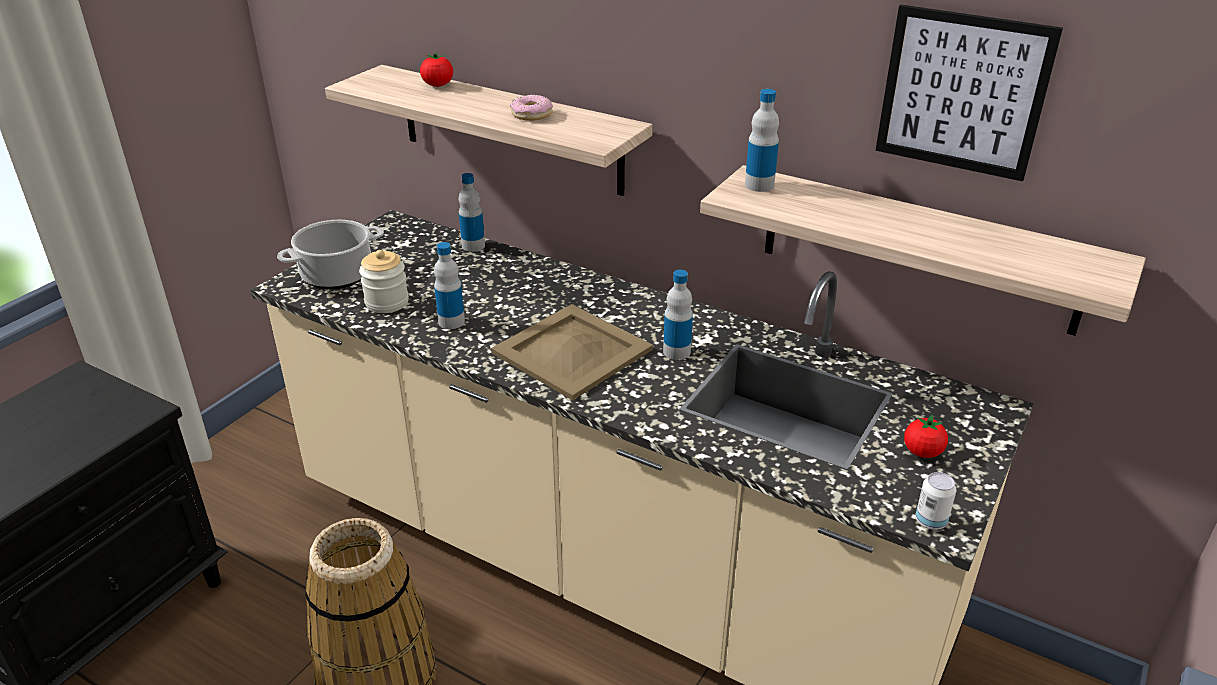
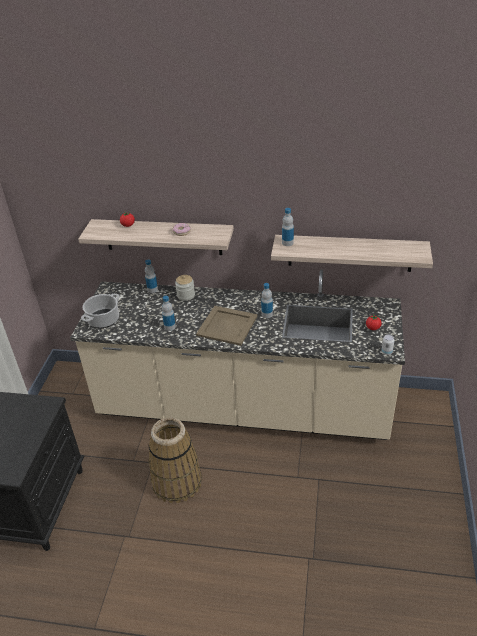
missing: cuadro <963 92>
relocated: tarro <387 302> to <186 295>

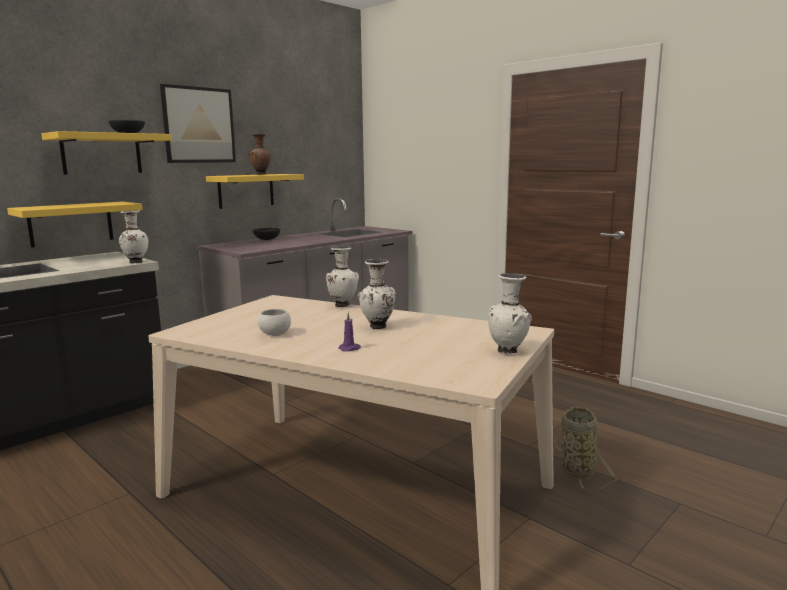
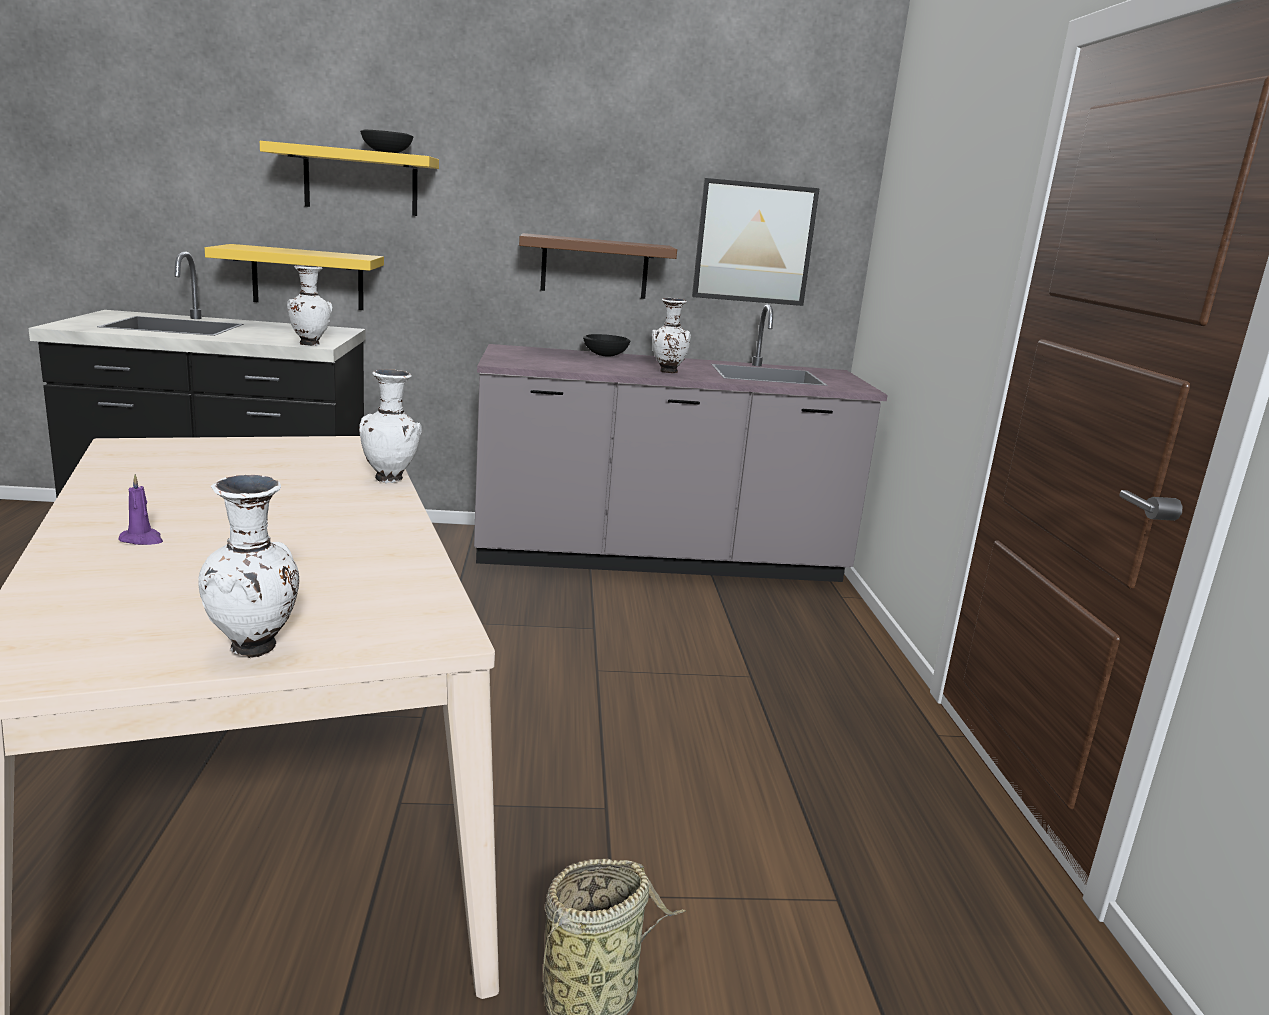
missing: florero [marrón] <261 174>; cuenco [blanco] <275 334>
relocated: florero [blanco] <377 327> to <667 372>; cuadro <199 125> to <754 243>
colour: estante [amarillo] <246 191> to estante [marrón] <594 267>

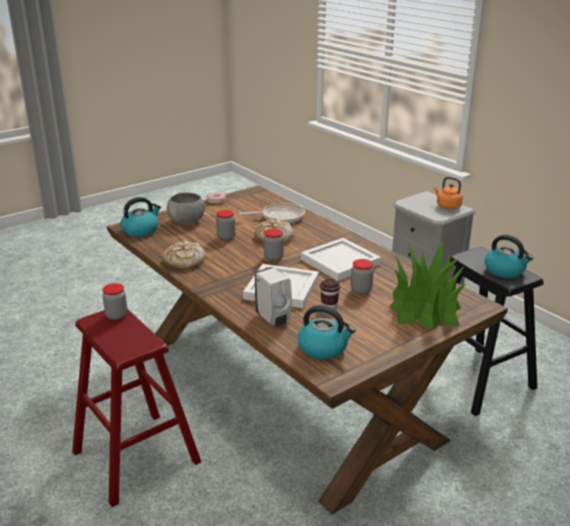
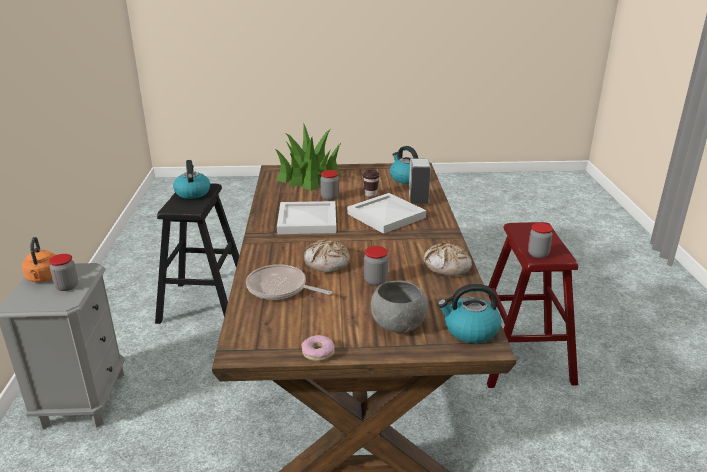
relocated: tarro <273 257> to <67 286>

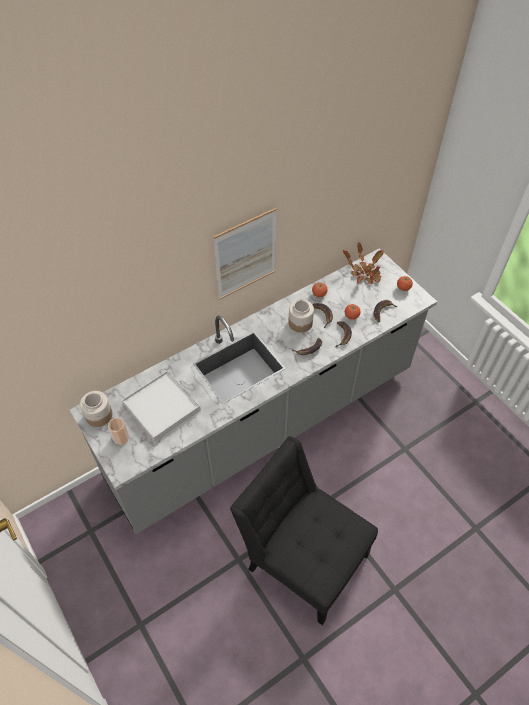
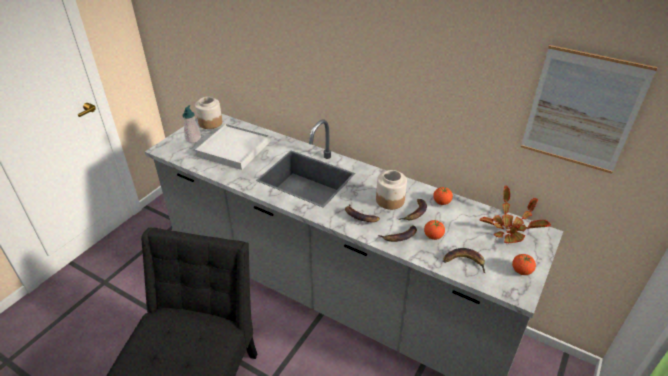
relocated: cuadro <246 255> to <581 111>
exchanged: taza <121 437> to dispensador de jabón <193 139>

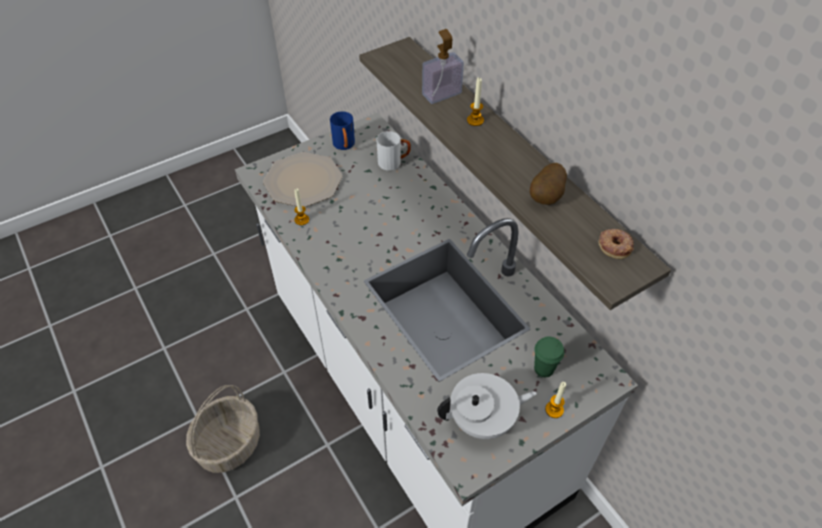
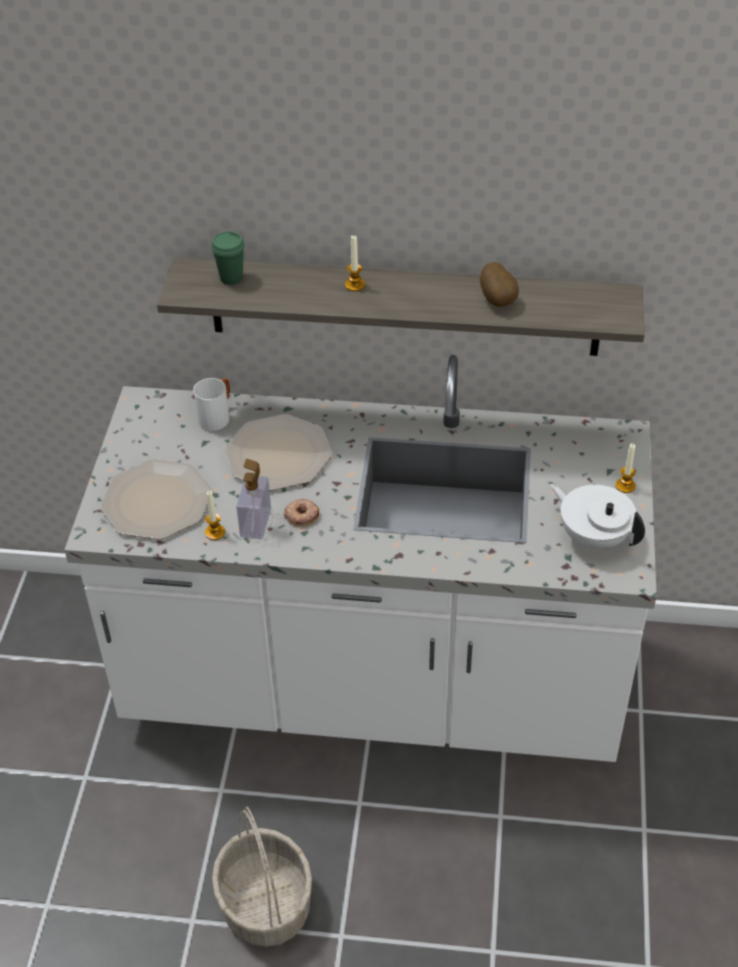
missing: taza grande [azul] <344 146>
appeared: plato <277 454>
relocated: taza [verde] <544 369> to <231 278>; dispensador de jabón <441 94> to <255 523>; rosquilla <615 245> to <301 515>
spun: tetera [blanco] <483 420> = <593 537> 75 degrees counterclockwise

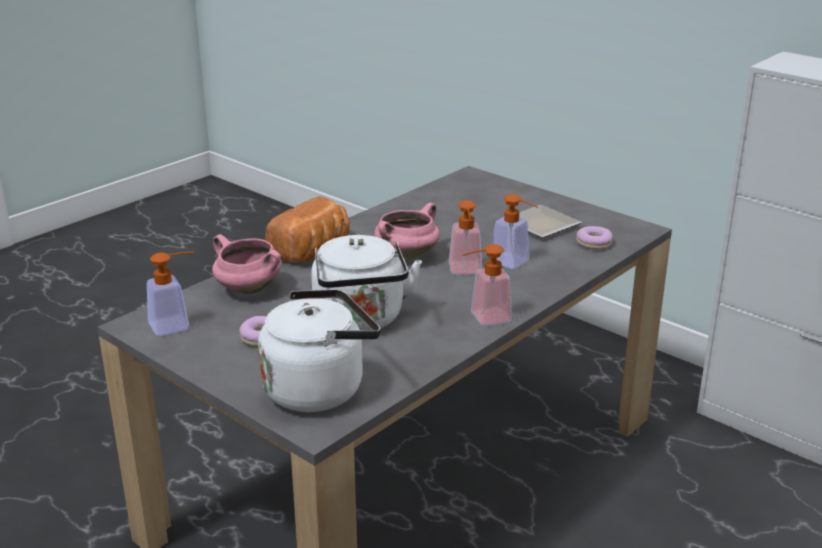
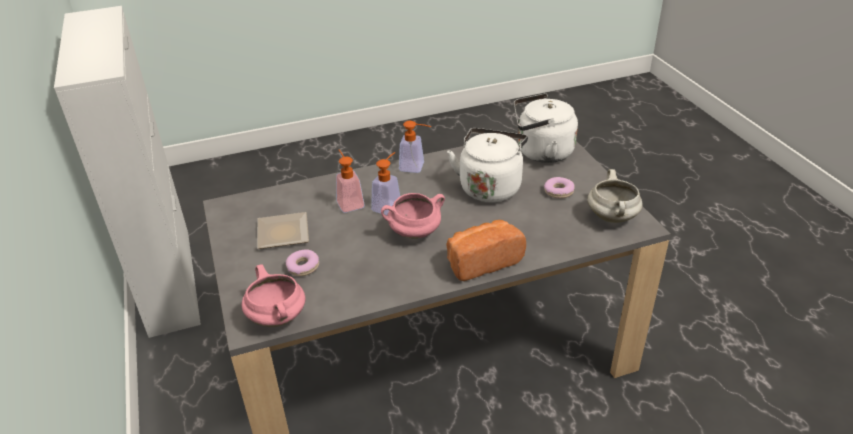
relocated: olla [rosa] <247 289> to <278 318>; rosquilla <594 243> to <303 267>
exchanged: dispensador de jabón <176 325> to olla [blanco] <613 218>

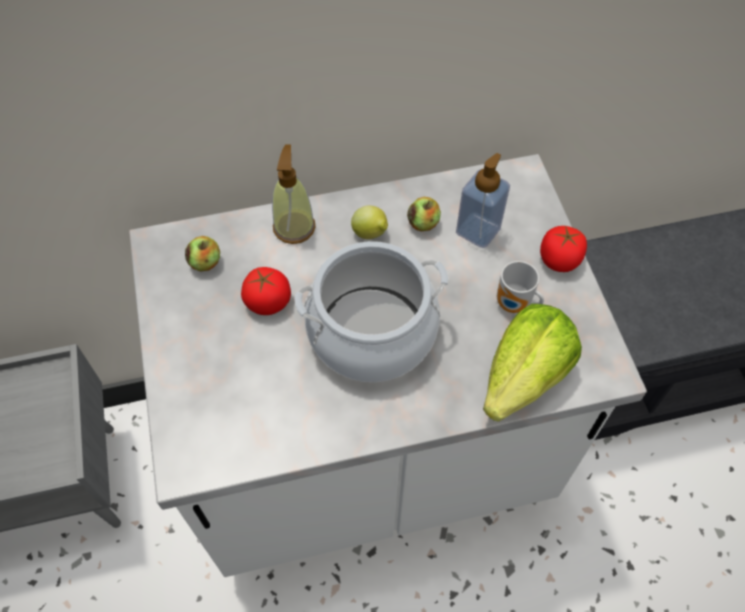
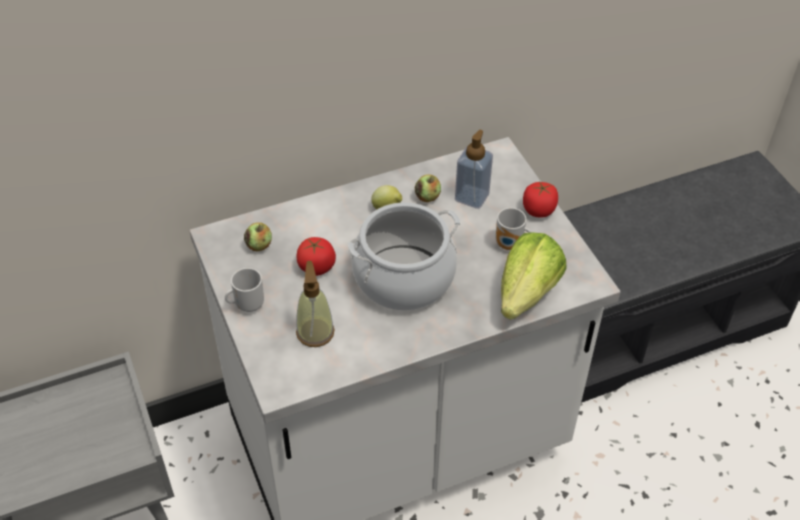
appeared: taza grande <247 304>
relocated: dispensador de jabón <294 227> to <315 332>

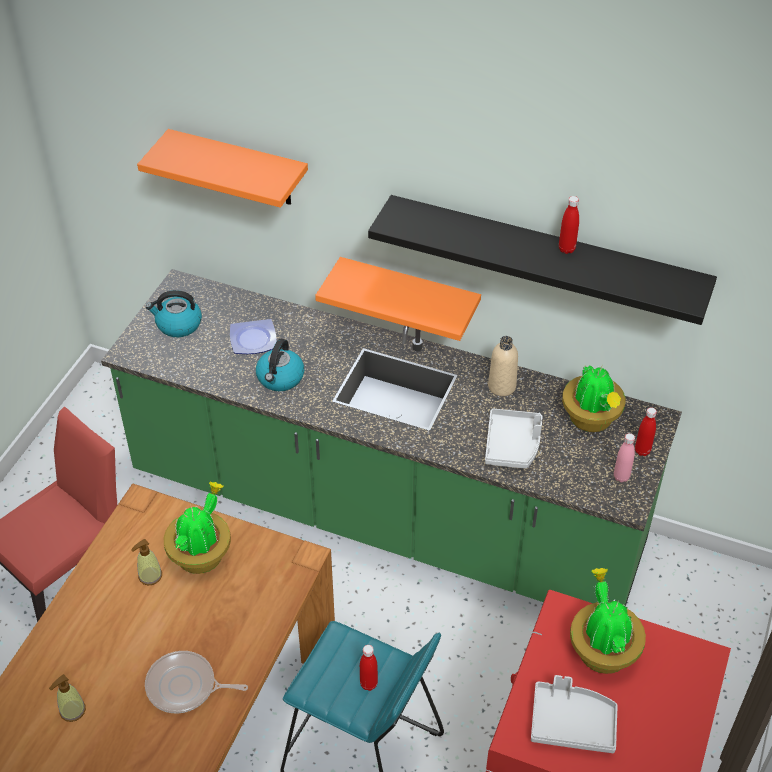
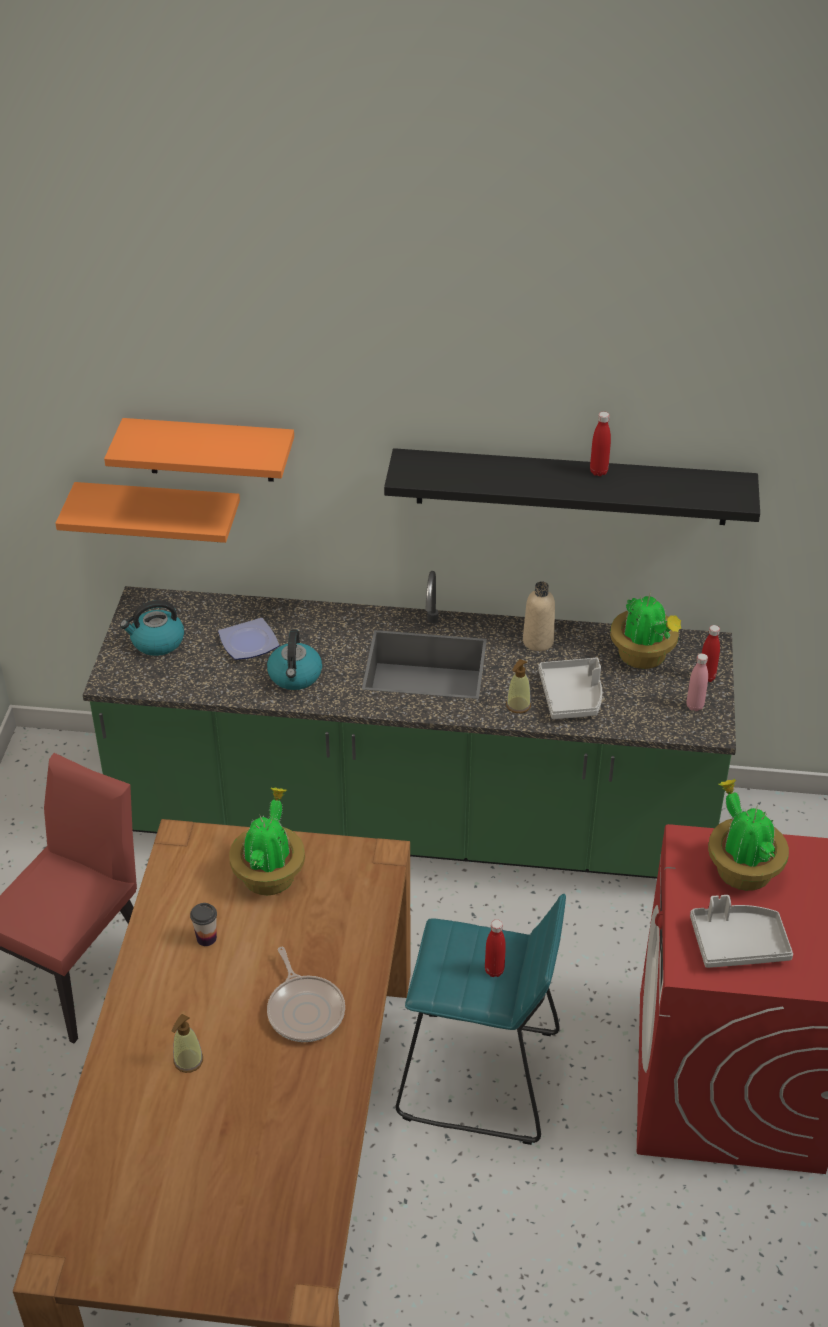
appeared: taza <206 938>
relocated: estante [naranja] <409 295> to <159 512>; dispensador de jabón <150 576> to <518 705>
spun: sartén <185 687> = <305 1009> 105 degrees counterclockwise

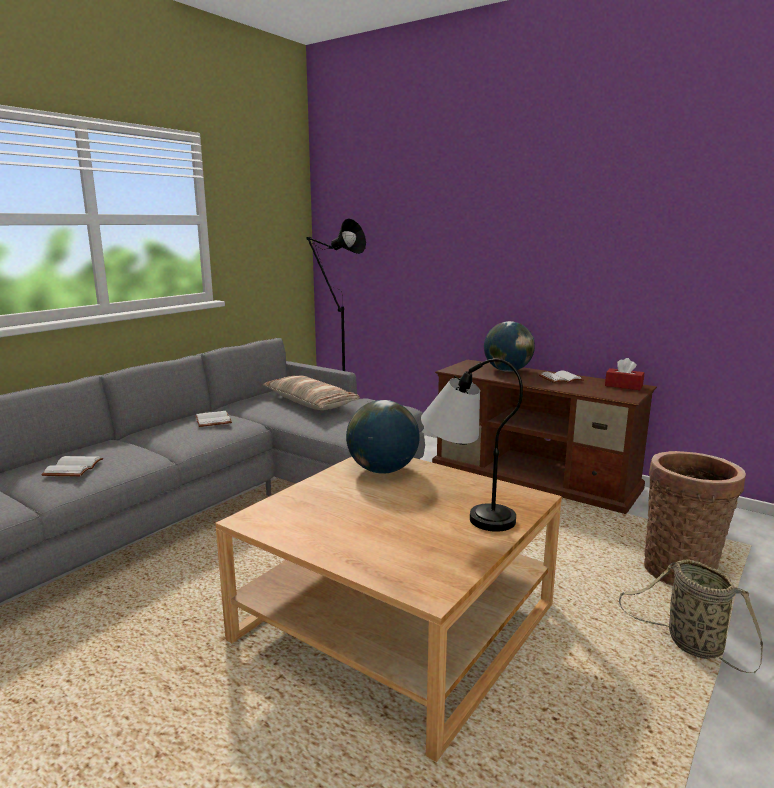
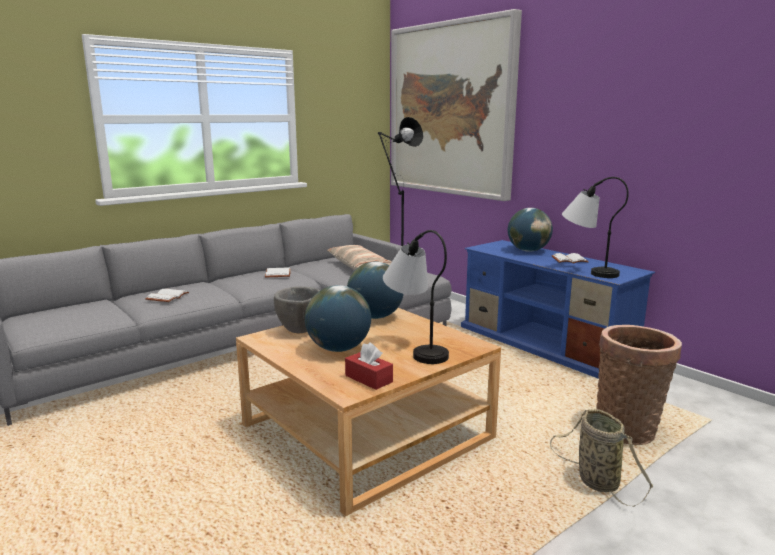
appeared: cuenco [gris] <299 331>; globo terráqueo <339 349>; cuadro <450 109>; lámpara de mesa <586 271>
relocated: caja de pañuelos [rojo] <623 386> to <368 379>
colour: mueble de televisión [marrón] <535 476> to mueble de televisión [azul] <546 345>

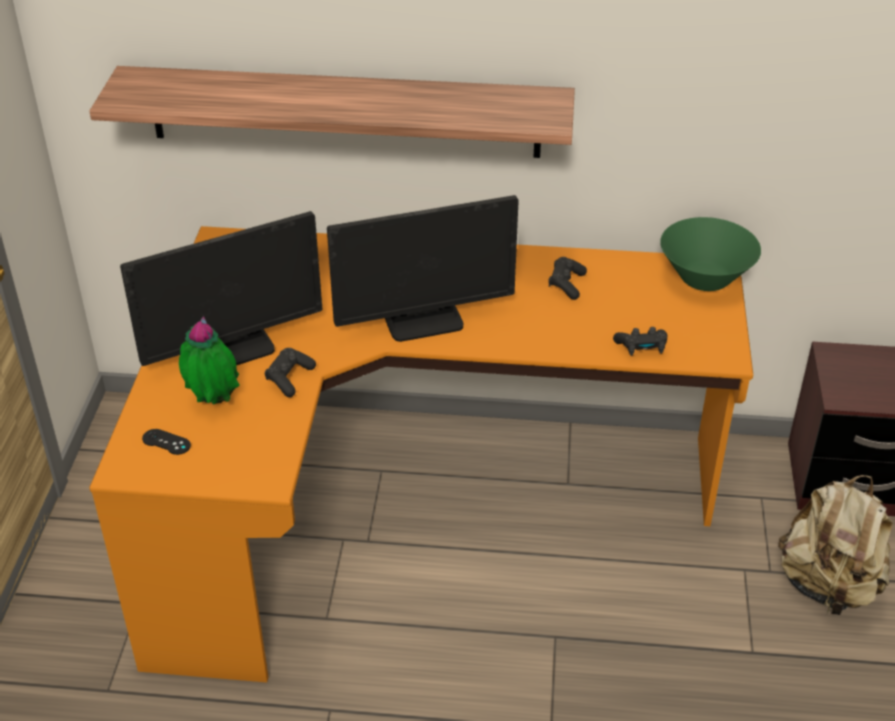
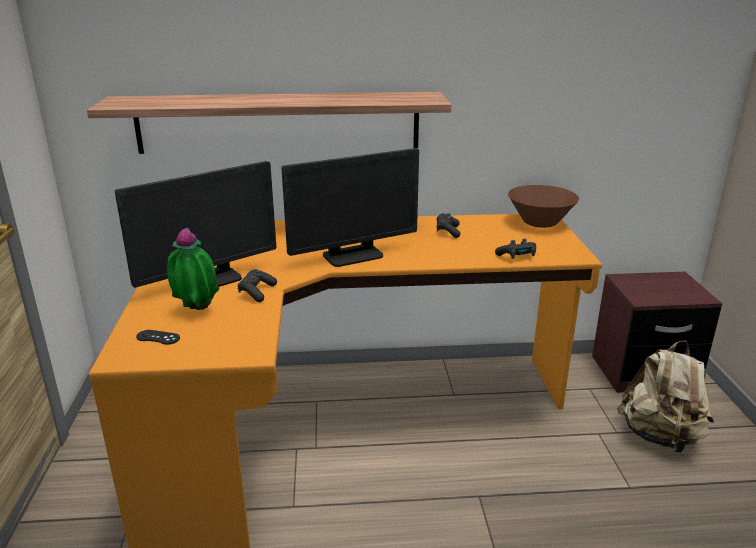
colour: cuenco [verde] <705 278> to cuenco [marrón] <540 222>

